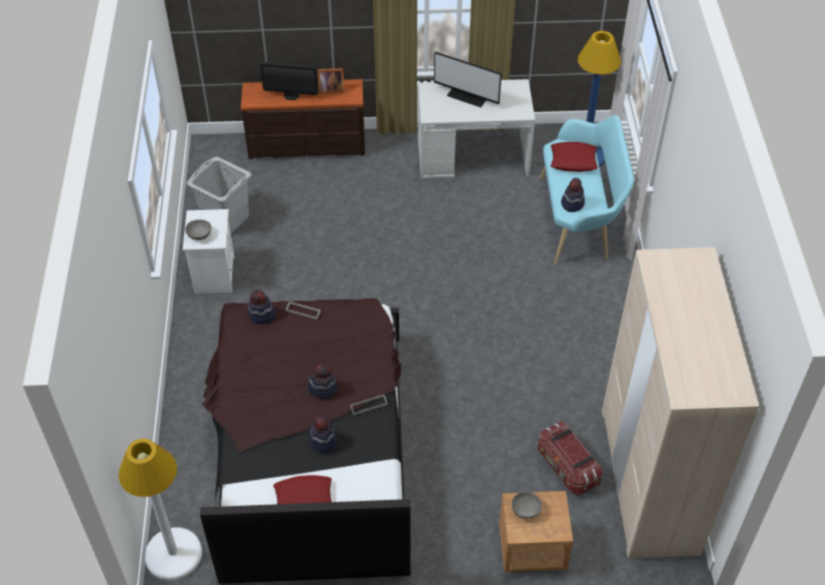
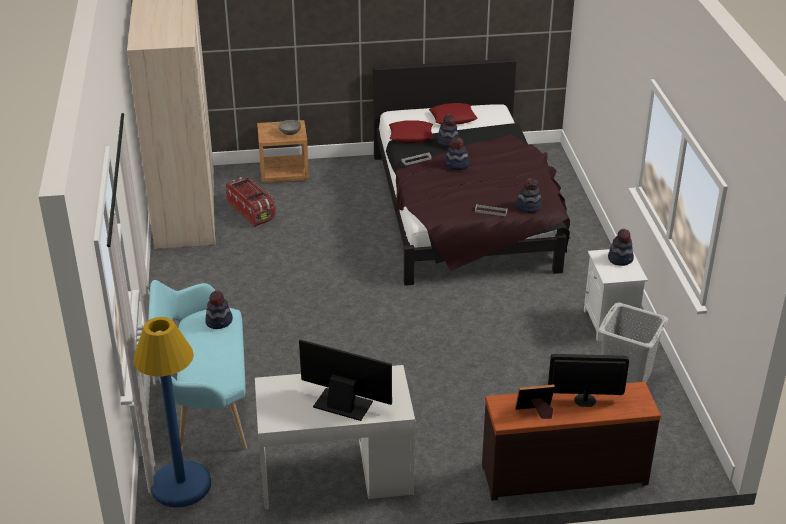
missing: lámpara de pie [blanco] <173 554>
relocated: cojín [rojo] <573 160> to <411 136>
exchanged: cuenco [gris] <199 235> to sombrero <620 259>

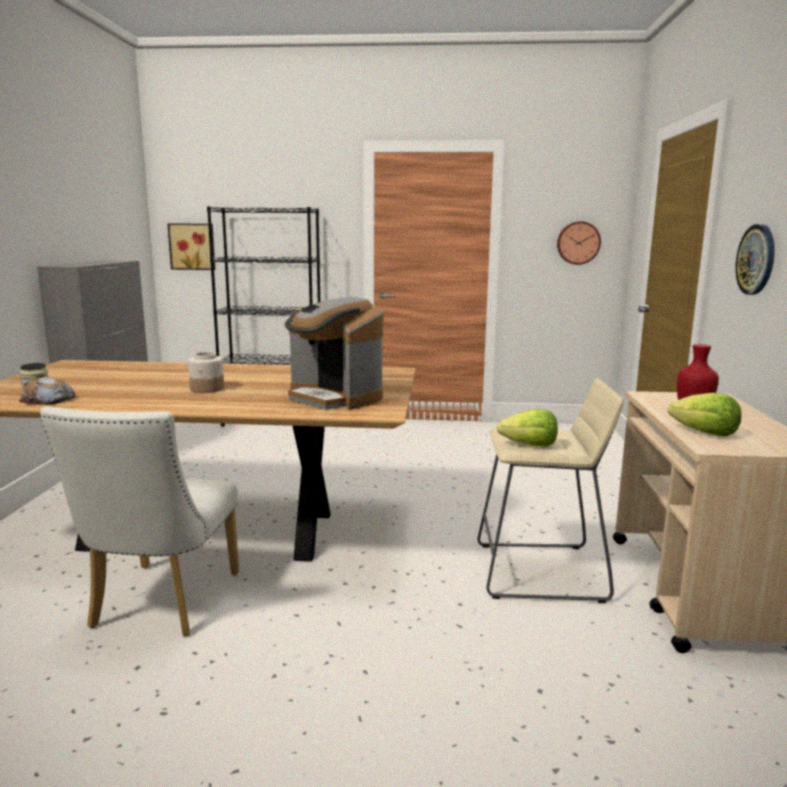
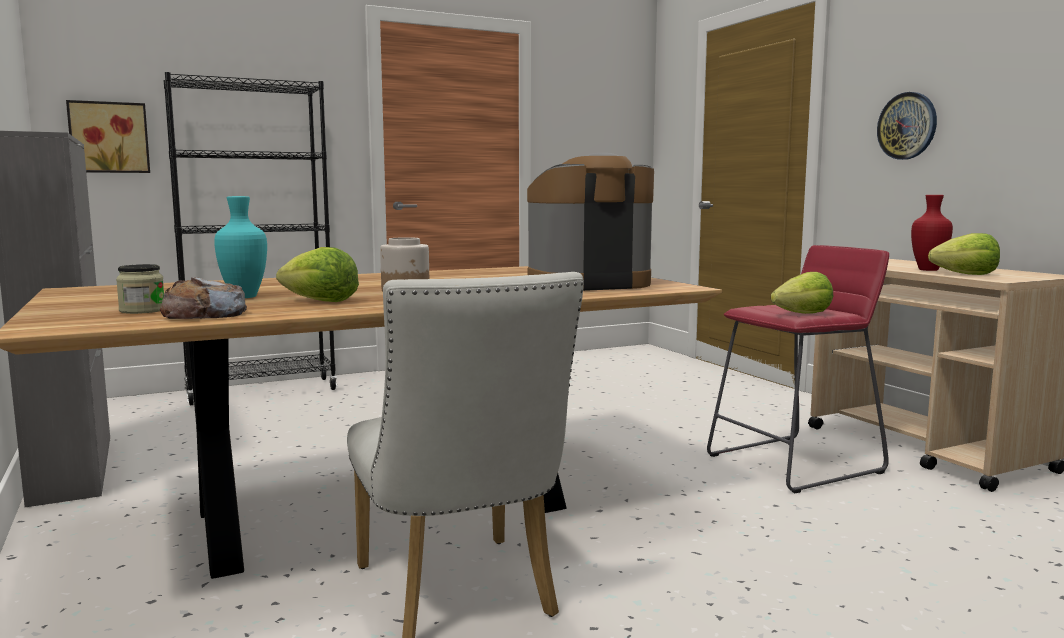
missing: reloj de pared <578 243>
appeared: florero [turquesa] <245 297>; lechuga <320 301>
colour: taburete [beis] <540 572> to taburete [rojo] <794 463>
spun: cafetera <334 398> = <588 284> 150 degrees clockwise

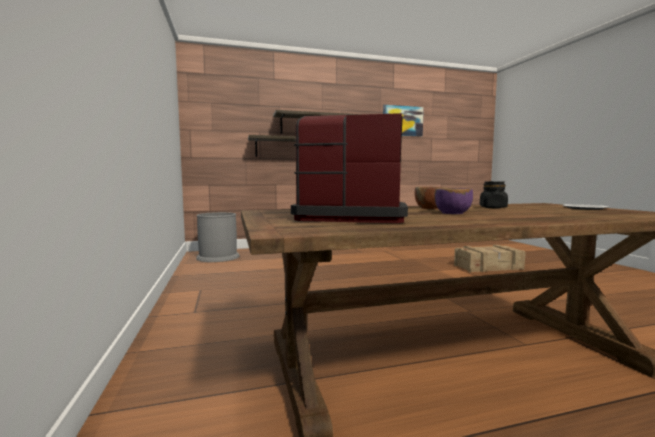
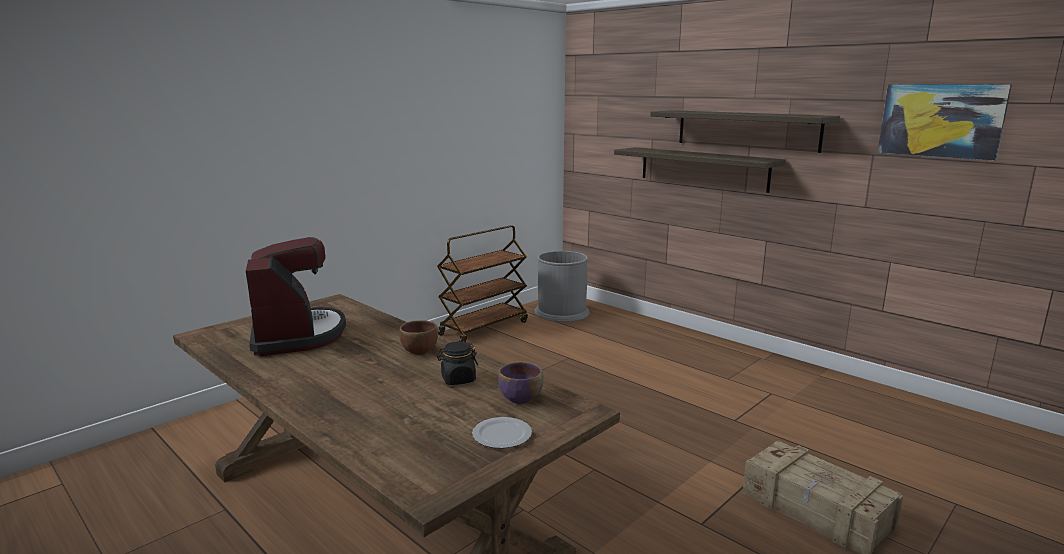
appeared: carrito [marrón] <484 327>
relocated: cuenco [morado] <452 213> to <520 398>

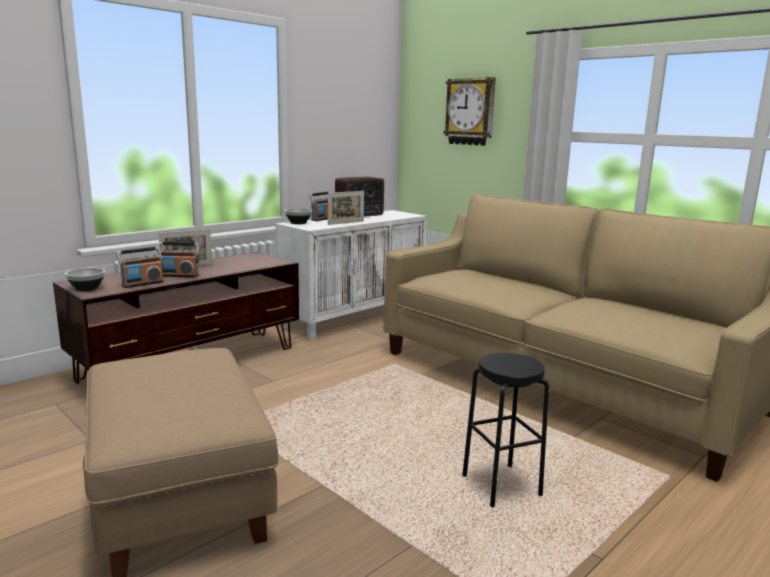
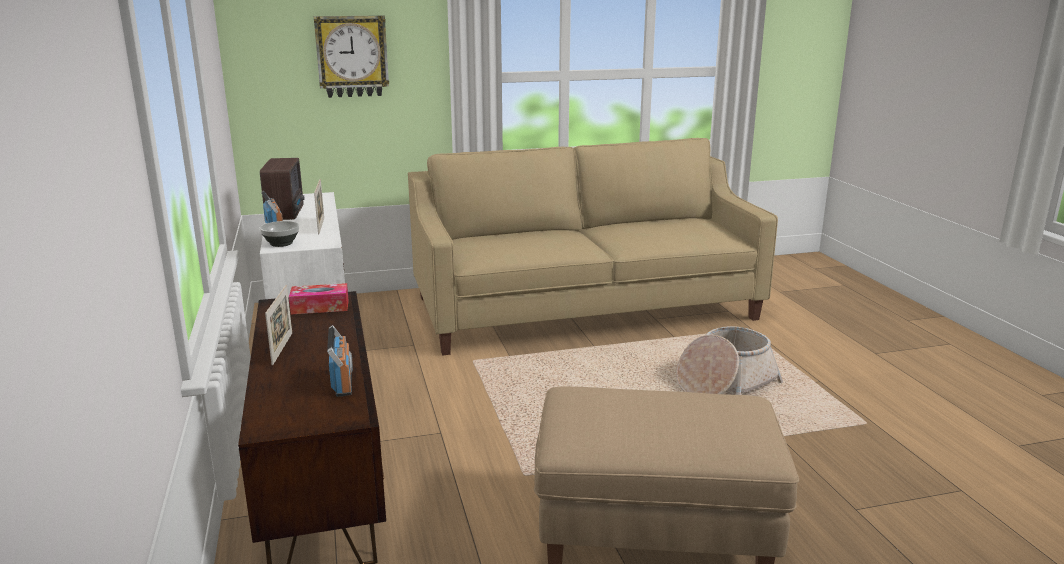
missing: cuenco <86 288>; radio <179 275>
appeared: caja de pañuelos <320 307>
exchanged: taburete [negro] <501 486> to cesta <724 383>

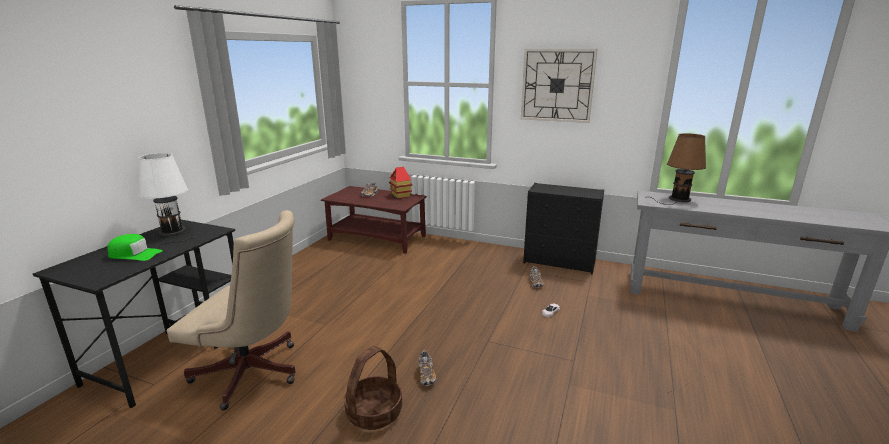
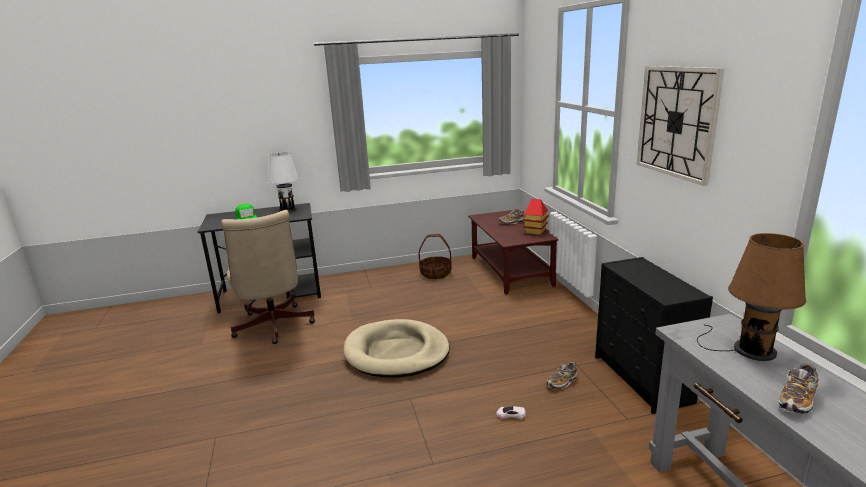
appeared: cama para perro [beis] <396 352>
relocated: cesta <374 413> to <435 273>; zapato <426 375> to <797 400>

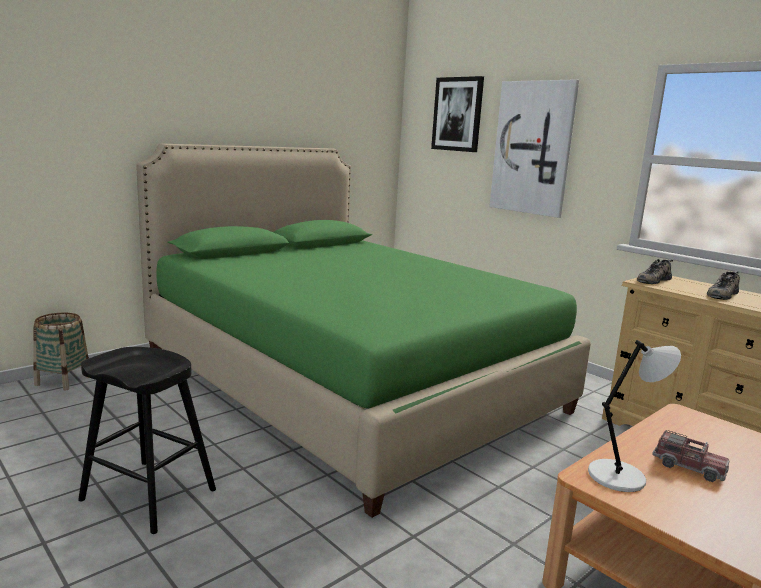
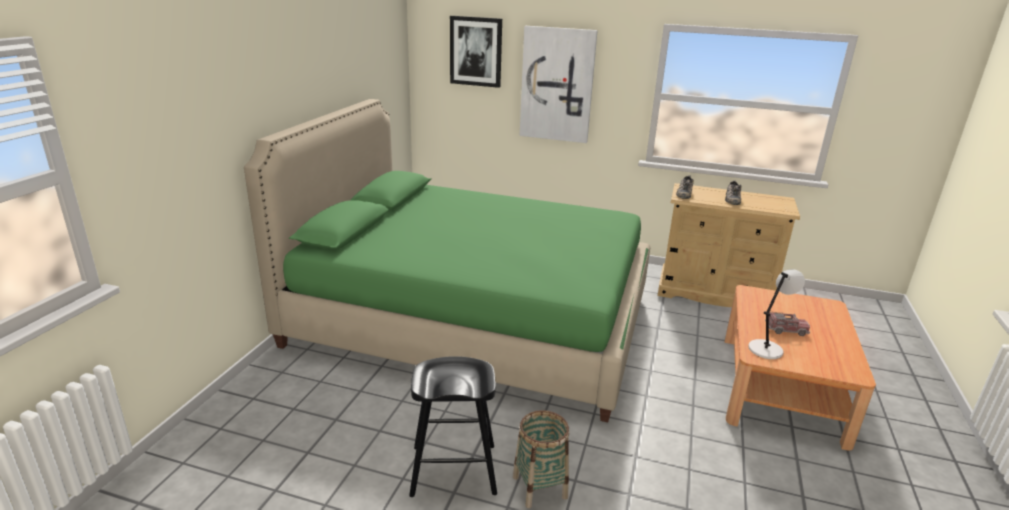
relocated: cesta <63 381> to <539 487>

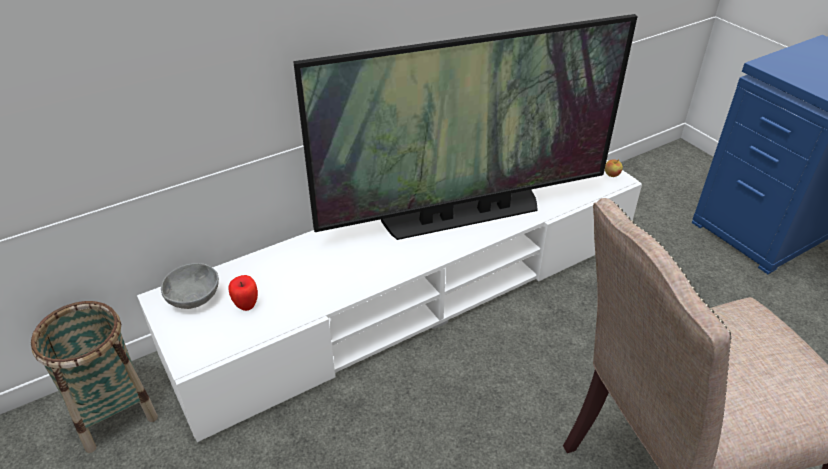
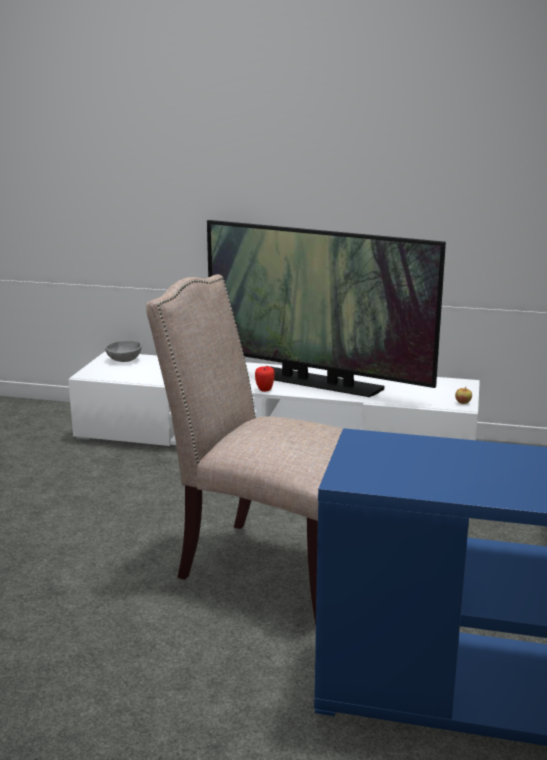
missing: cesta <112 412>
relocated: manzana <246 305> to <264 390>

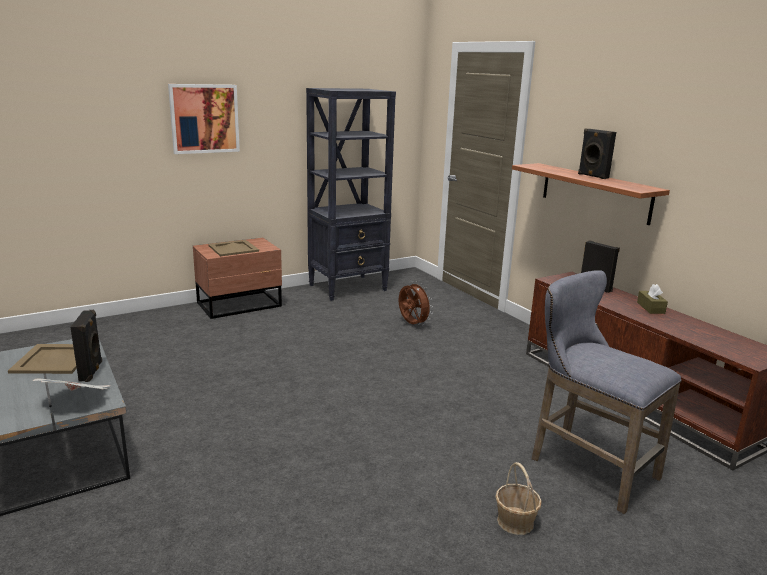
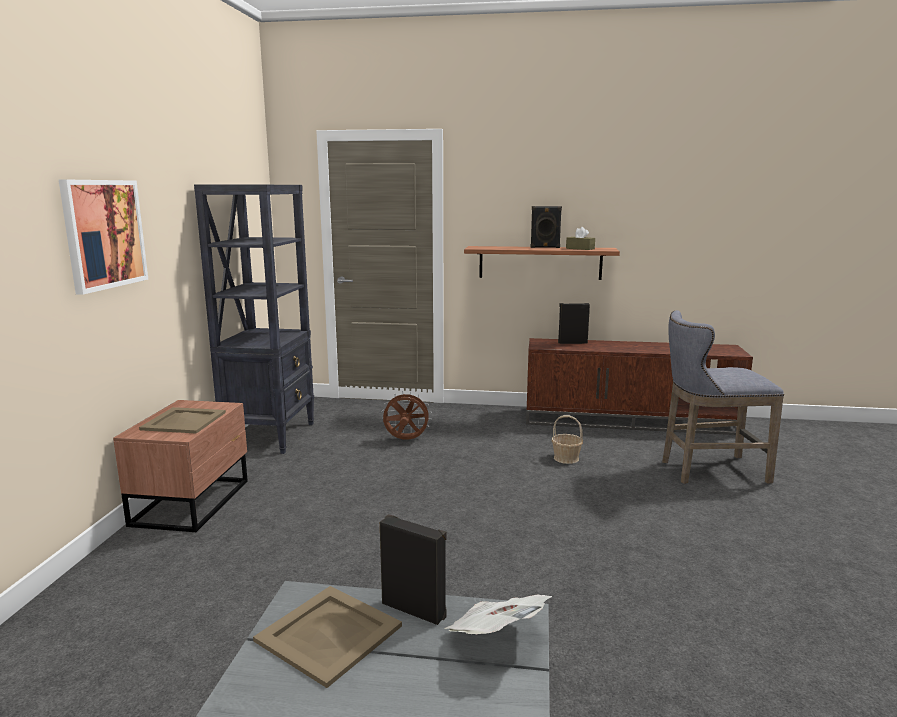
relocated: cesta <515 522> to <566 458>; caja de pañuelos [marrón] <650 308> to <580 248>

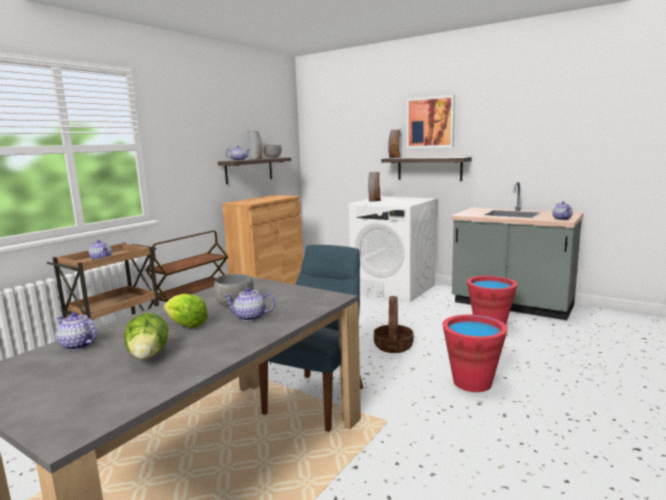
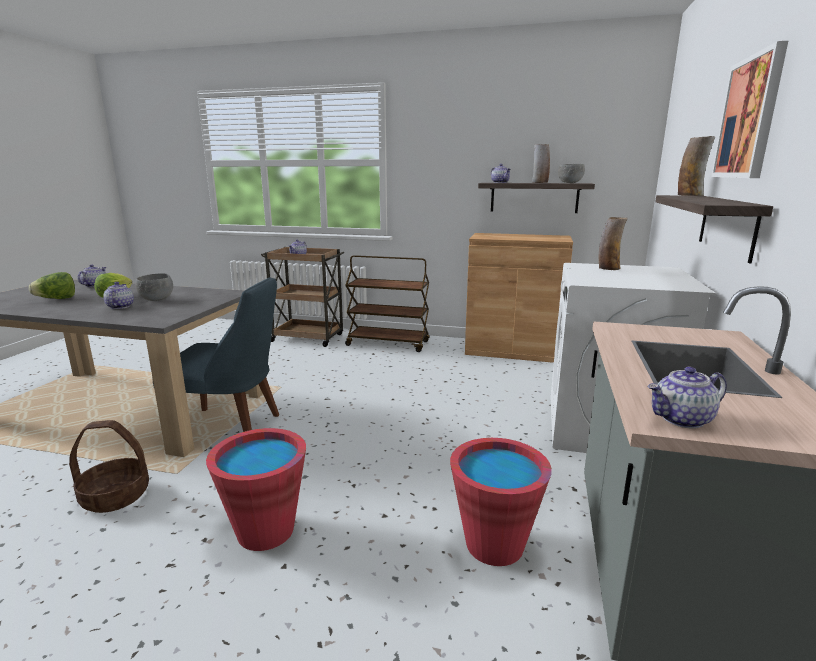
relocated: cesta <393 346> to <115 496>

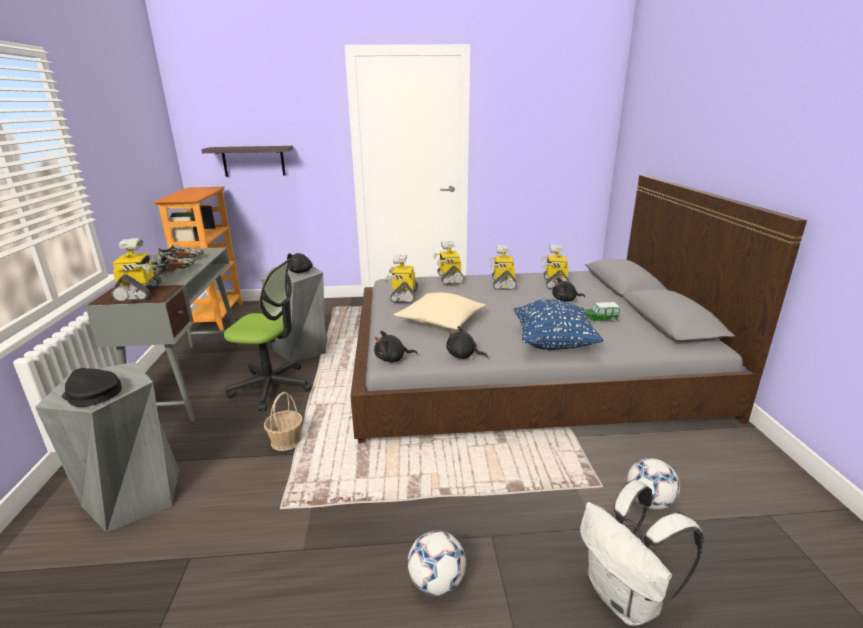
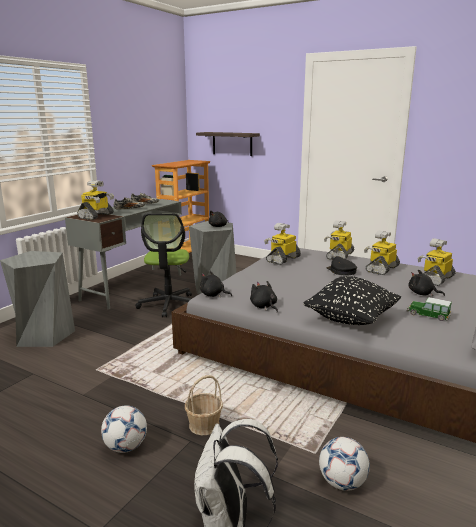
missing: cojín [beis] <441 321>
relocated: cesta <286 441> to <204 425>; gorra [negro] <92 394> to <341 271>
colour: cojín [azul] <553 343> to cojín [negro] <351 319>
spun: silla de oficina <271 387> = <168 304> 45 degrees clockwise

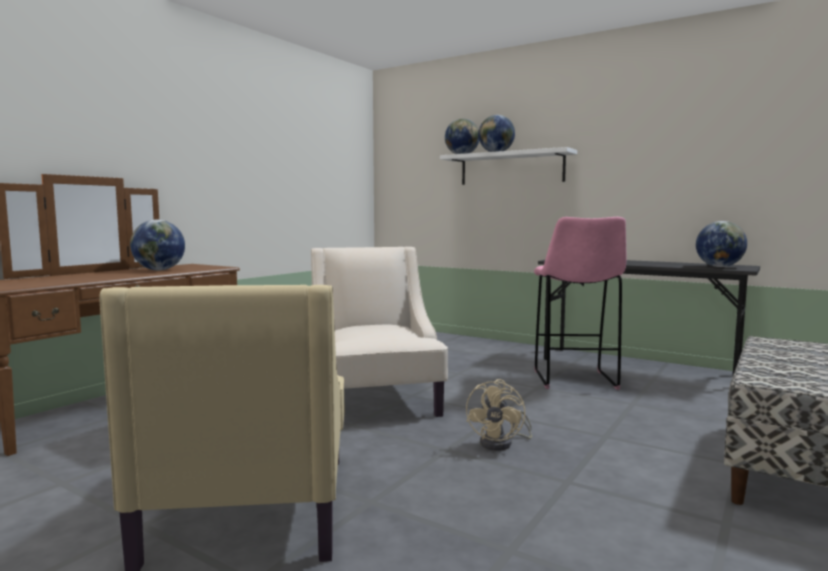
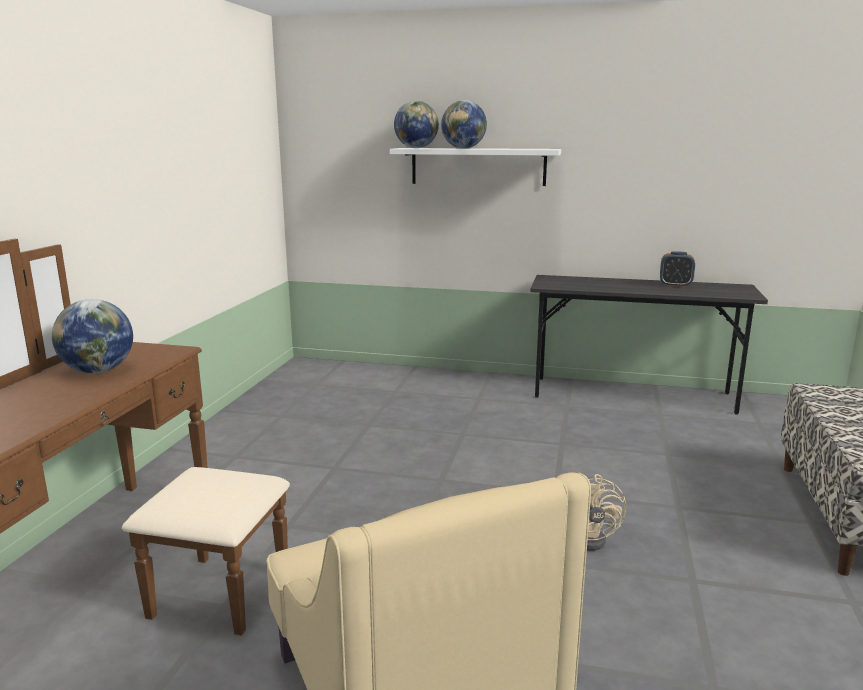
missing: sillón [beis] <374 399>; taburete [rosa] <575 380>; globo terráqueo <719 266>
appeared: despertador <675 285>

